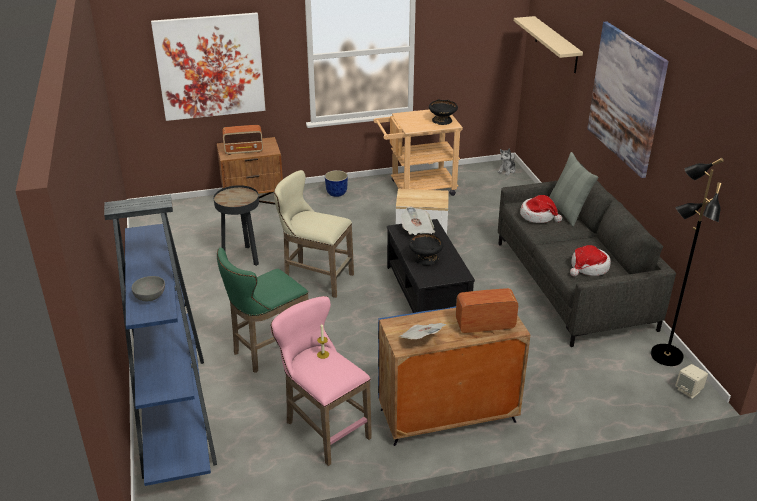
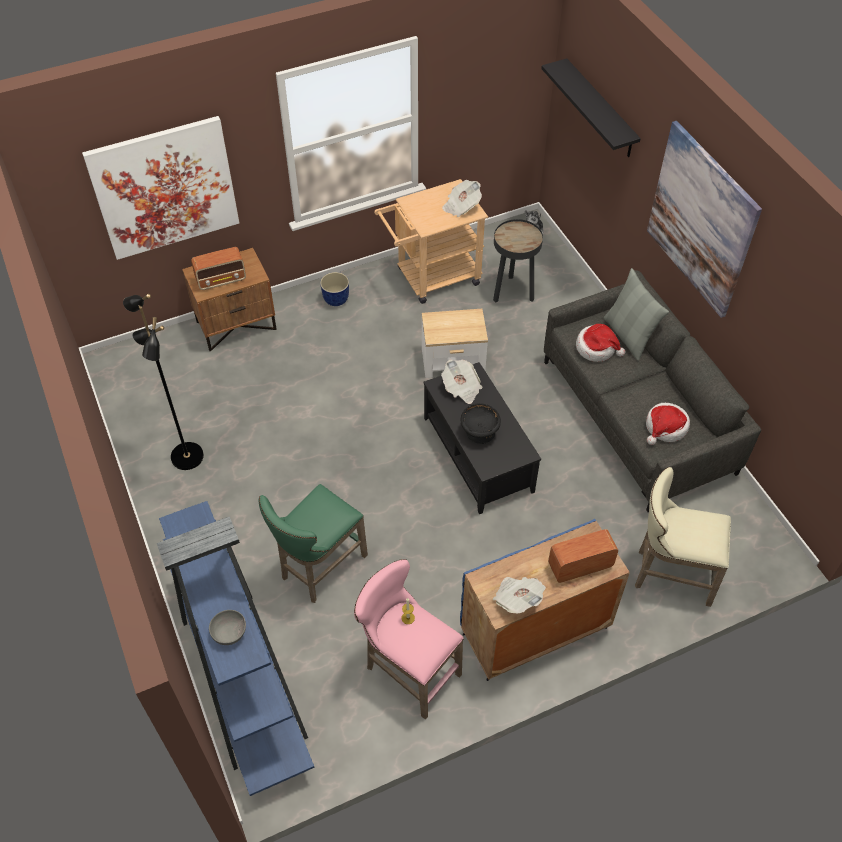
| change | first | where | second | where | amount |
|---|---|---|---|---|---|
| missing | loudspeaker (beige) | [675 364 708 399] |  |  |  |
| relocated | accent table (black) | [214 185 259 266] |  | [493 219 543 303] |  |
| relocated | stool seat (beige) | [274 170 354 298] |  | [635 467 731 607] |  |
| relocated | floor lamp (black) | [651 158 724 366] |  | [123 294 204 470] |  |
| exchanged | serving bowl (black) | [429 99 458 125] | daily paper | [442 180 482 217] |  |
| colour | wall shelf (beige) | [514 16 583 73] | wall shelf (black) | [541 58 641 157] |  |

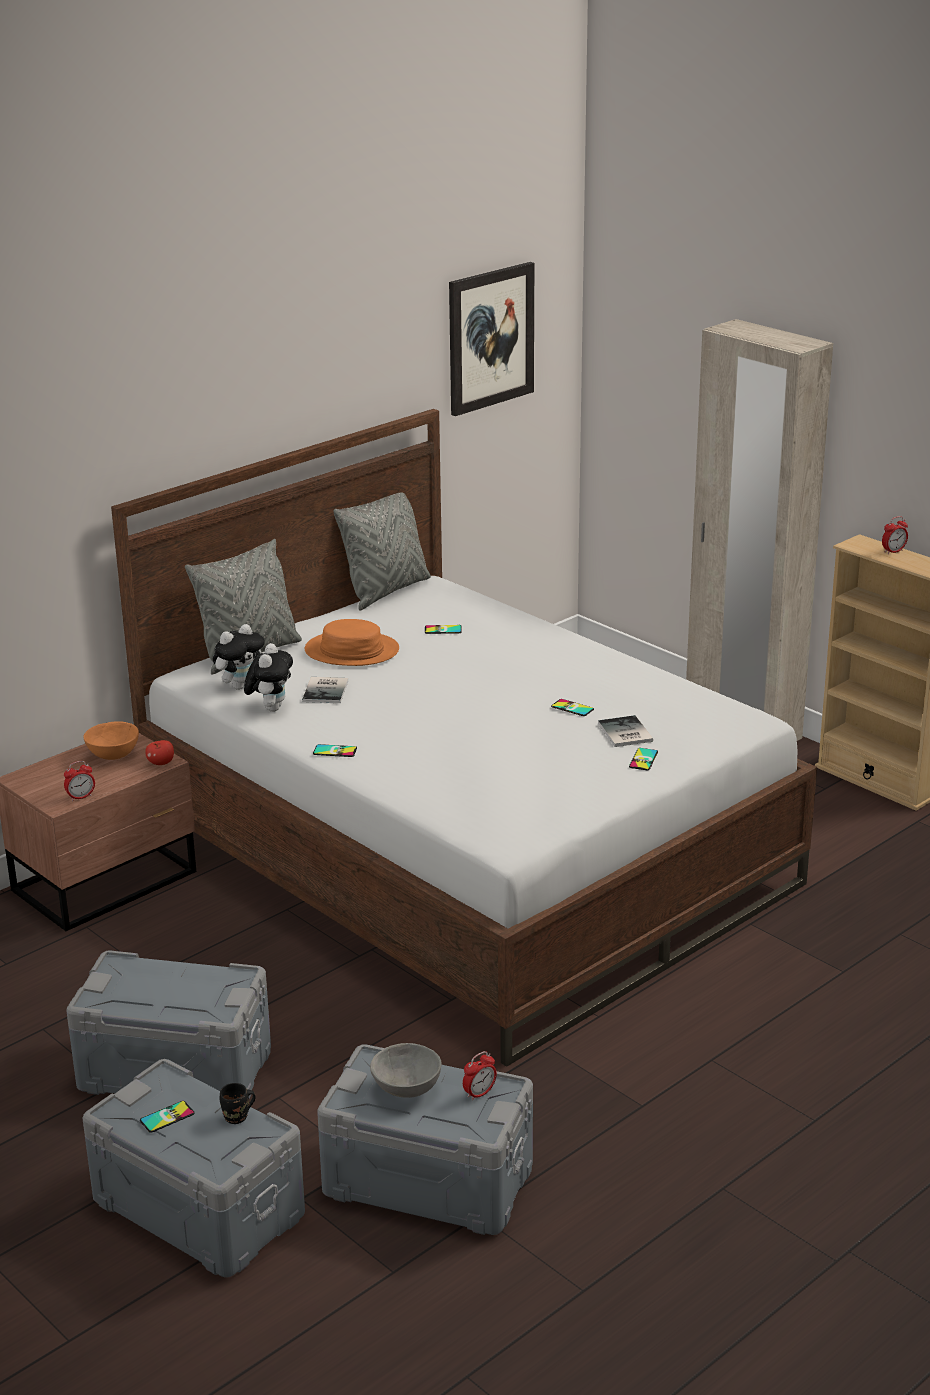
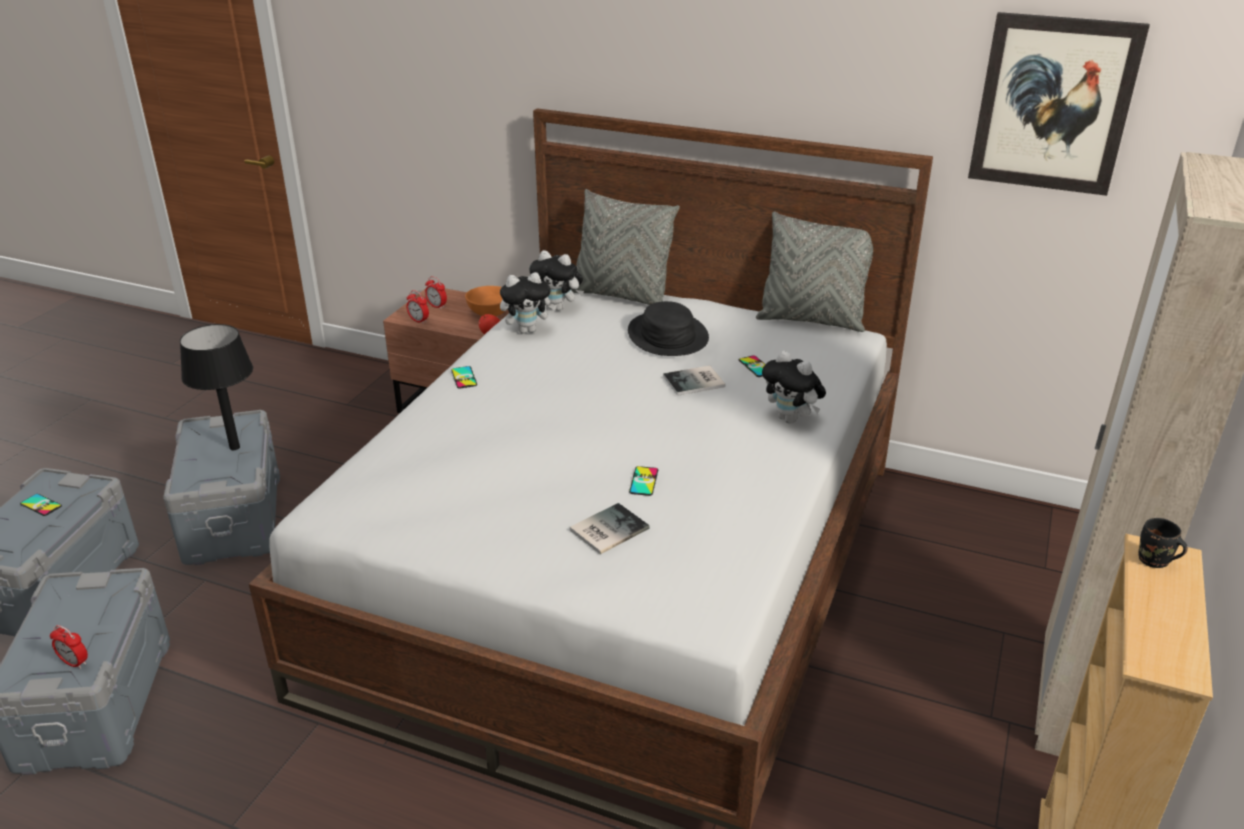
| change | first | where | second | where | amount |
|---|---|---|---|---|---|
| missing | serving bowl (gray) | [370 1043 442 1098] |  |  |  |
| missing | phone | [629 748 658 770] |  |  |  |
| appeared |  |  | table lamp (black) | [180 324 253 450] |  |
| appeared |  |  | plush toy | [762 351 826 424] |  |
| relocated | tea mug (black) | [220 1083 256 1124] |  | [1138 518 1188 568] |  |
| relocated | book | [302 677 348 703] |  | [663 366 725 396] |  |
| relocated | table clock | [882 516 908 554] |  | [425 276 447 309] |  |
| colour | hat (orange-coloured) | [305 619 399 666] | hat (black) | [628 301 709 356] |  |

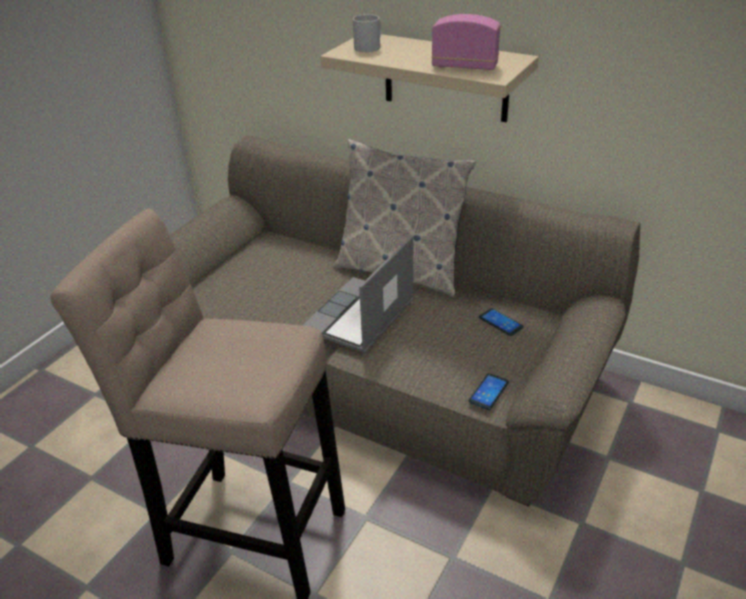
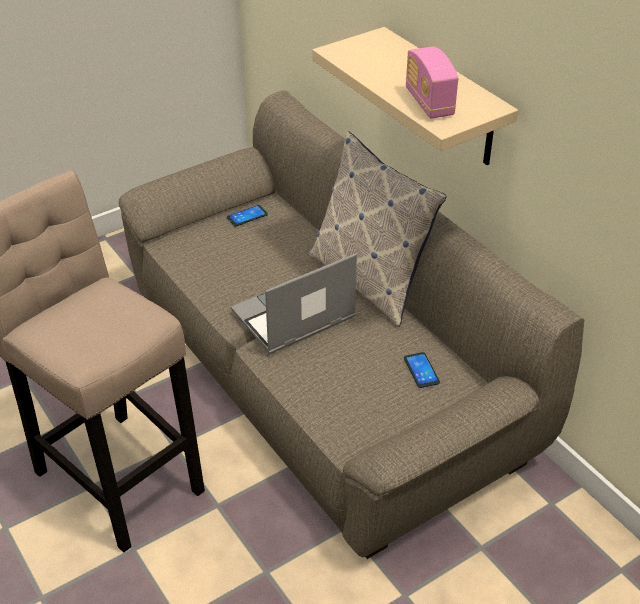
| change | first | where | second | where | amount |
|---|---|---|---|---|---|
| missing | tea mug (white-coloured) | [353 14 382 52] |  |  |  |
| relocated | phone | [469 373 509 410] |  | [227 205 268 227] |  |
| spun | radio set | [432 14 501 70] |  | [406 47 458 119] | 150 degrees counterclockwise |

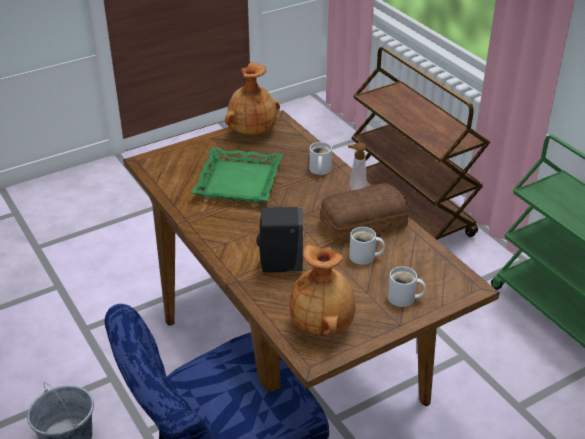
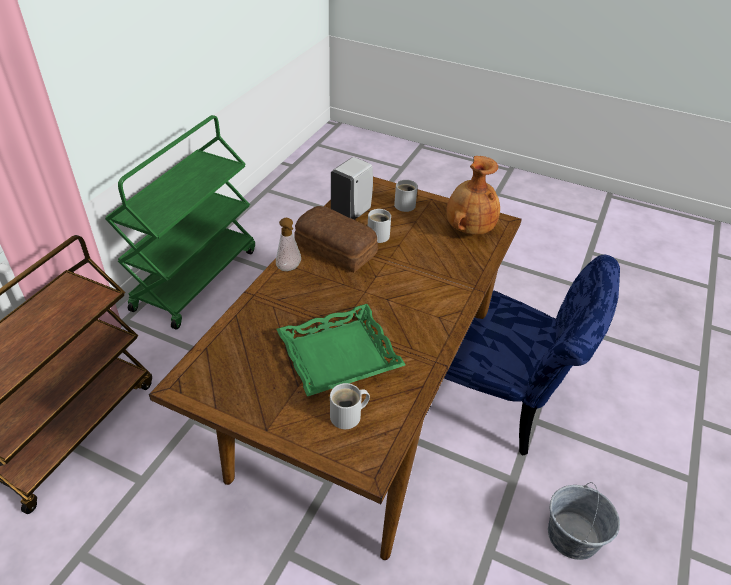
| change | first | where | second | where | amount |
|---|---|---|---|---|---|
| missing | decorative vase (brownish) | [225 62 280 135] |  |  |  |
| missing | soap dispenser (black) | [256 207 303 272] |  |  |  |
| appeared |  |  | soap dispenser (white-coloured) | [331 157 373 220] |  |
| relocated | tea mug (white-coloured) | [309 142 332 175] |  | [330 383 370 429] |  |

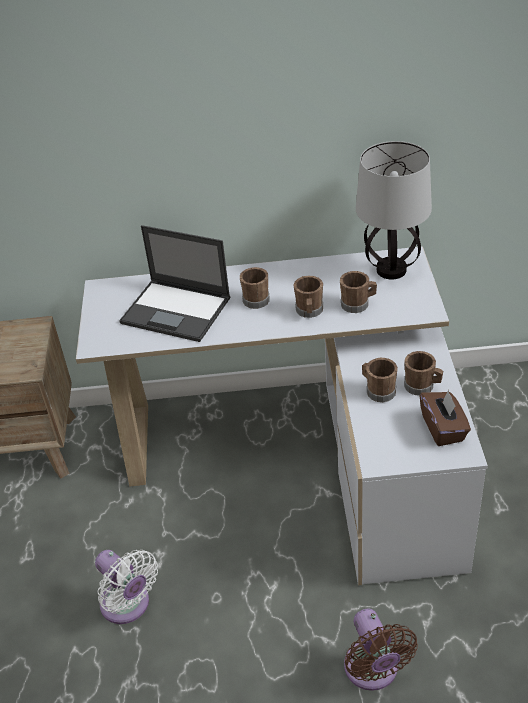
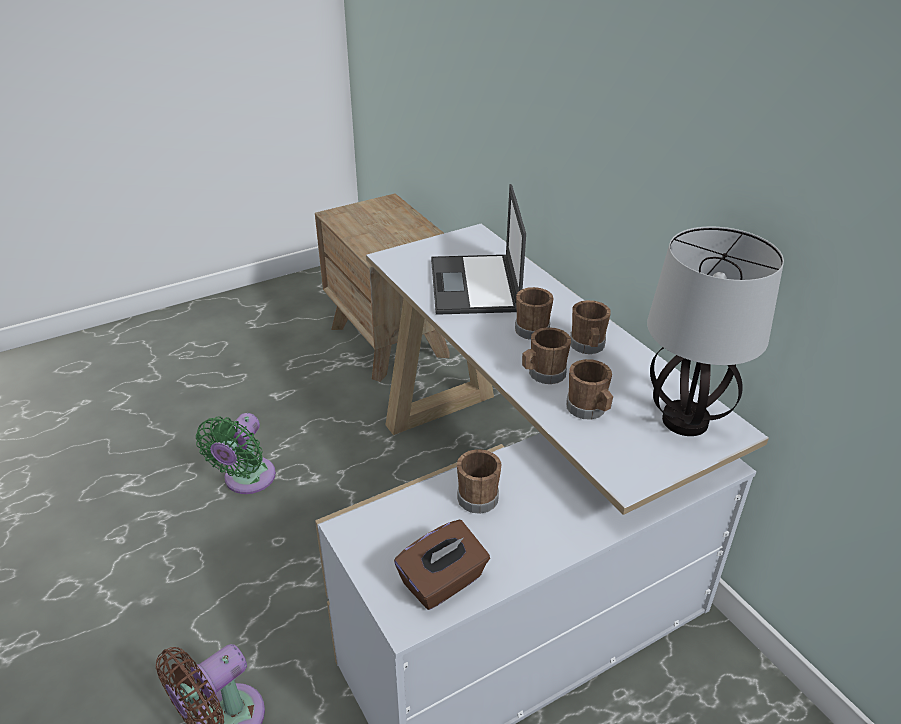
| change | first | where | second | where | amount |
|---|---|---|---|---|---|
| relocated | tea mug (brownish) | [404 351 443 395] |  | [570 300 611 354] |  |
| colour | fan (white-coloured) | [95 550 158 624] | fan (greenish) | [196 413 276 494] |  |

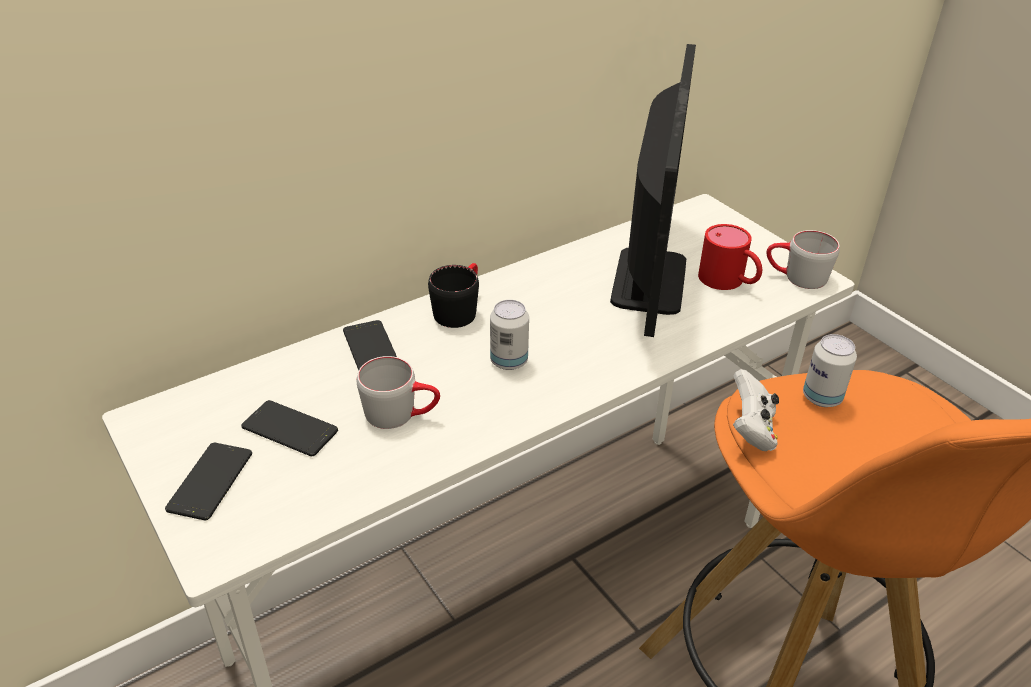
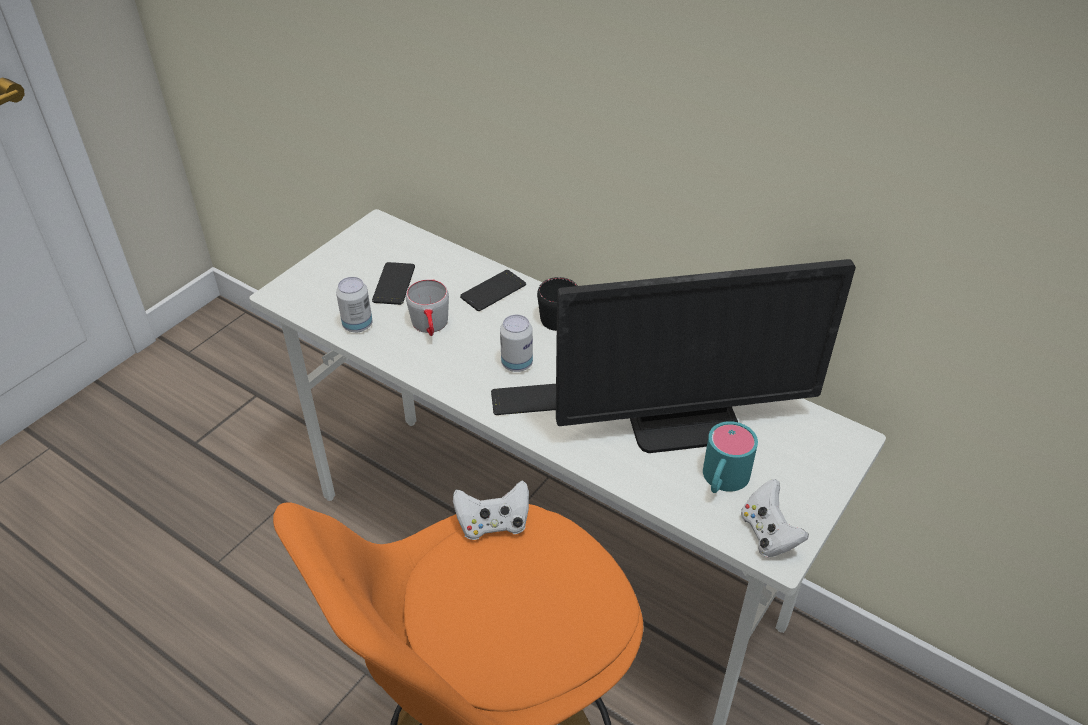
| change | first | where | second | where | amount |
|---|---|---|---|---|---|
| relocated | phone | [165 443 252 520] |  | [491 384 556 415] |  |
| relocated | sealed can | [803 334 857 407] |  | [336 277 373 332] |  |
| exchanged | tea mug (gray) | [766 230 840 289] | gamepad (white-coloured) | [741 479 809 557] |  |
| colour | tea mug (red) | [698 224 762 290] | tea mug (turquoise-coloured) | [703 421 758 493] |  |

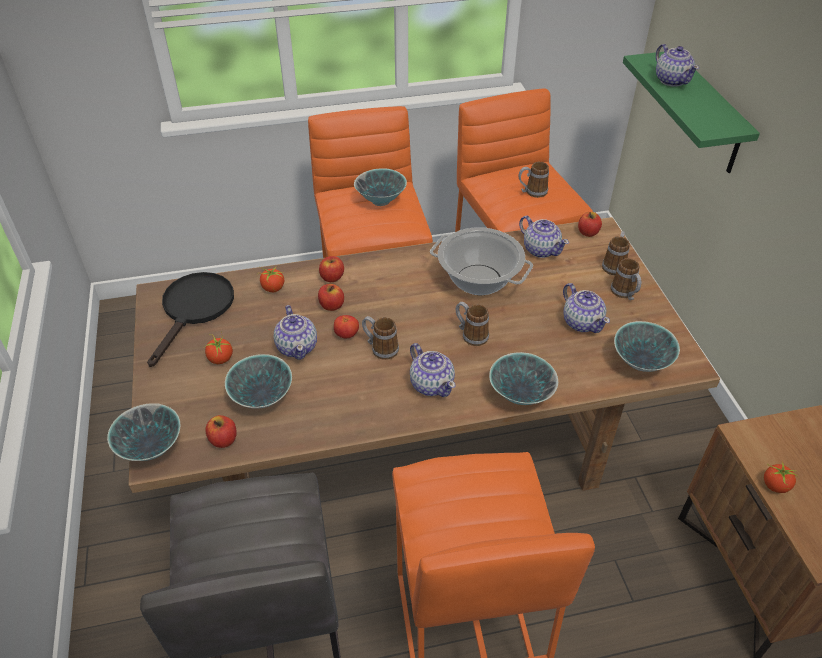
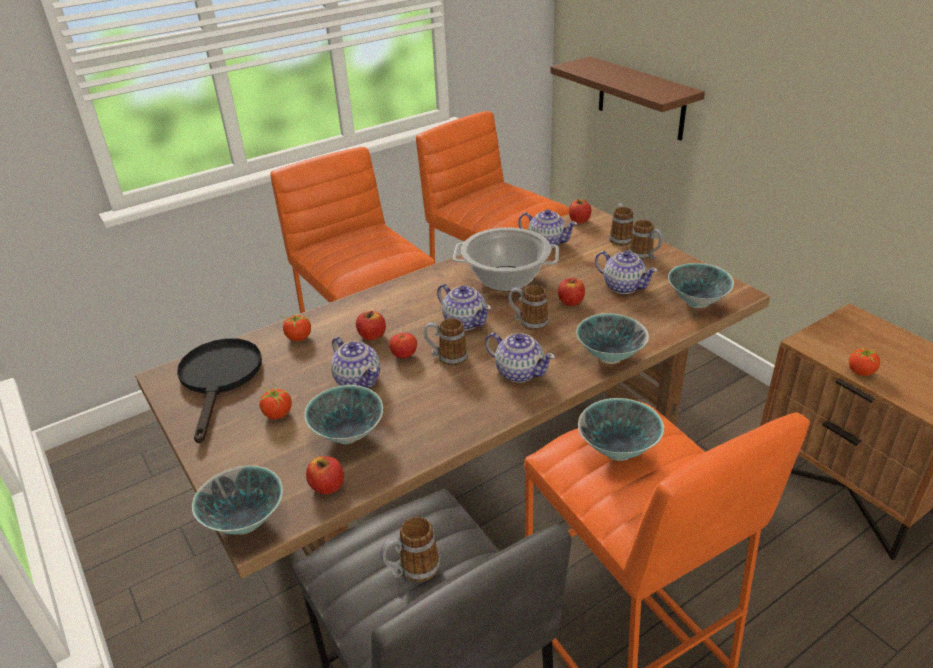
| change | first | where | second | where | amount |
|---|---|---|---|---|---|
| relocated | apple fruit | [319 256 344 282] |  | [558 278 585 306] |  |
| relocated | serving bowl | [354 168 407 206] |  | [578 398 664 461] |  |
| relocated | tea mug | [519 162 549 198] |  | [380 516 440 582] |  |
| relocated | tea pot | [656 44 699 87] |  | [437 284 491 331] |  |
| colour | wall shelf (greenish) | [623 52 760 173] | wall shelf (brownish) | [550 56 705 141] |  |

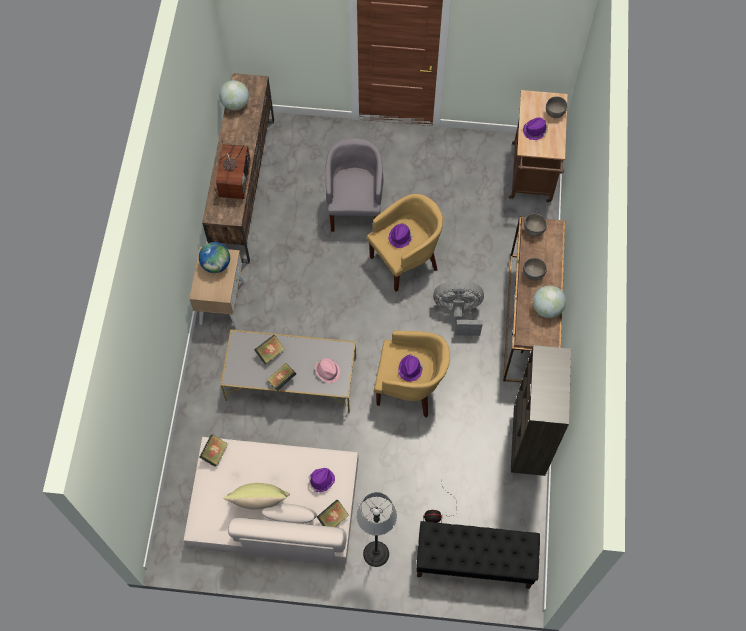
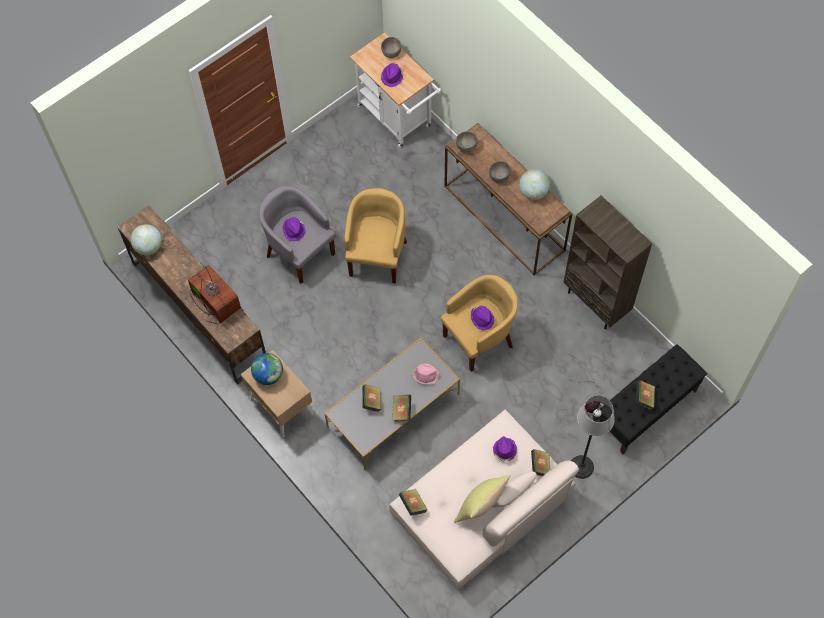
| change | first | where | second | where | amount |
|---|---|---|---|---|---|
| missing | fan (gray) | [433 281 484 336] |  |  |  |
| appeared |  |  | book | [636 380 655 410] |  |
| relocated | hat (purple-coloured) | [388 223 413 248] |  | [283 217 306 241] |  |
| colour | cart (brownish) | [509 90 567 203] | cart (white-coloured) | [350 32 441 148] |  |

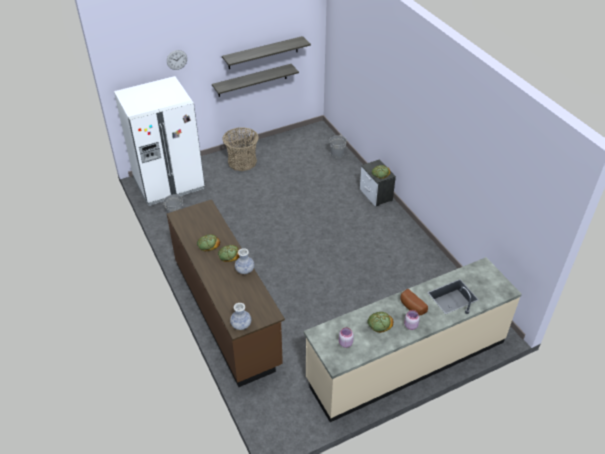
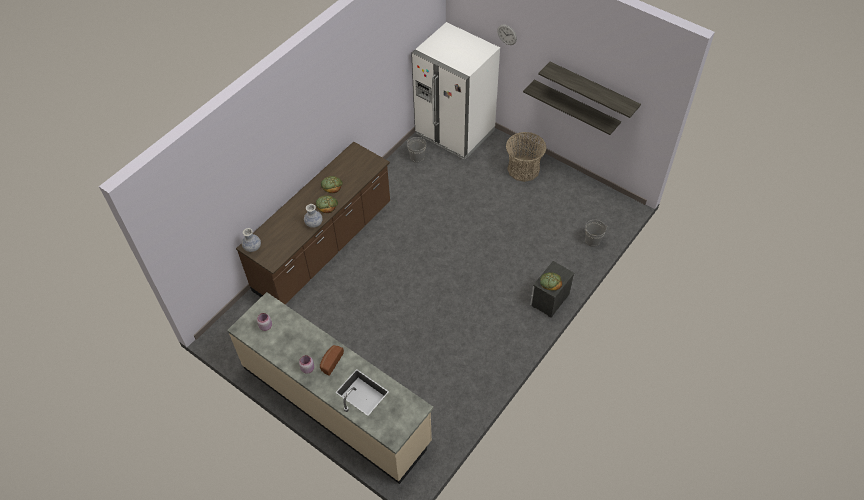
| change | first | where | second | where | amount |
|---|---|---|---|---|---|
| missing | baked bread | [367 312 393 333] |  |  |  |

